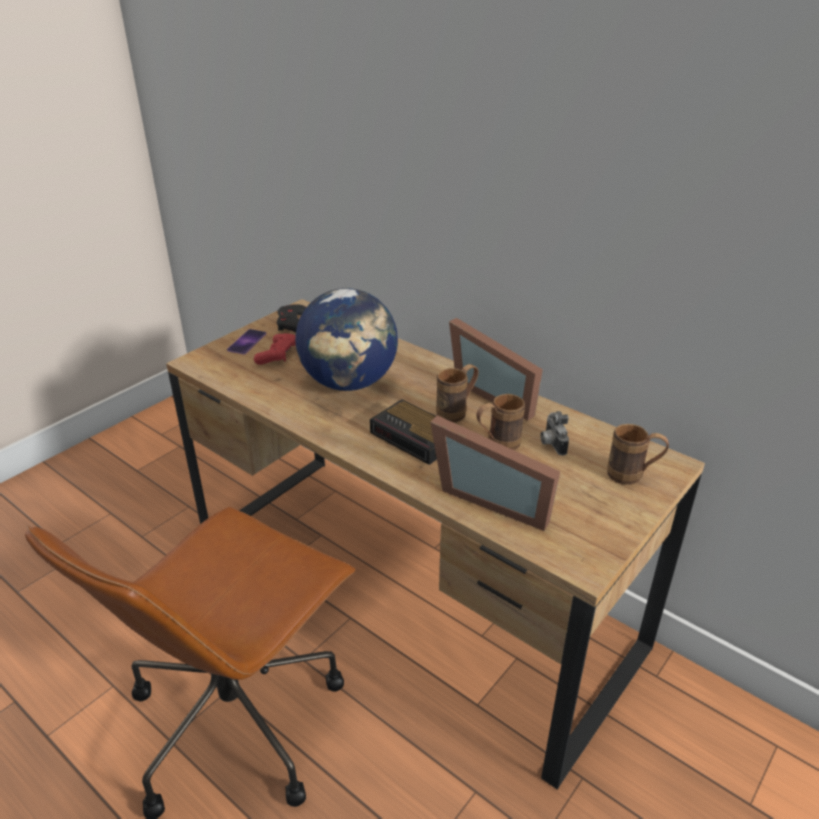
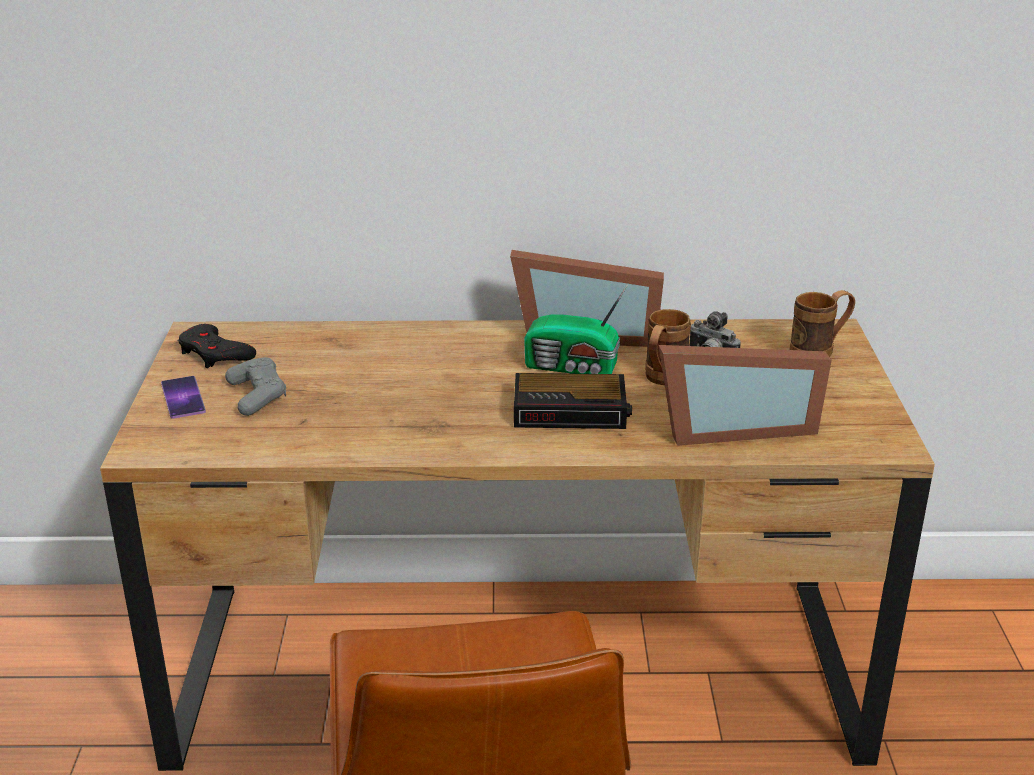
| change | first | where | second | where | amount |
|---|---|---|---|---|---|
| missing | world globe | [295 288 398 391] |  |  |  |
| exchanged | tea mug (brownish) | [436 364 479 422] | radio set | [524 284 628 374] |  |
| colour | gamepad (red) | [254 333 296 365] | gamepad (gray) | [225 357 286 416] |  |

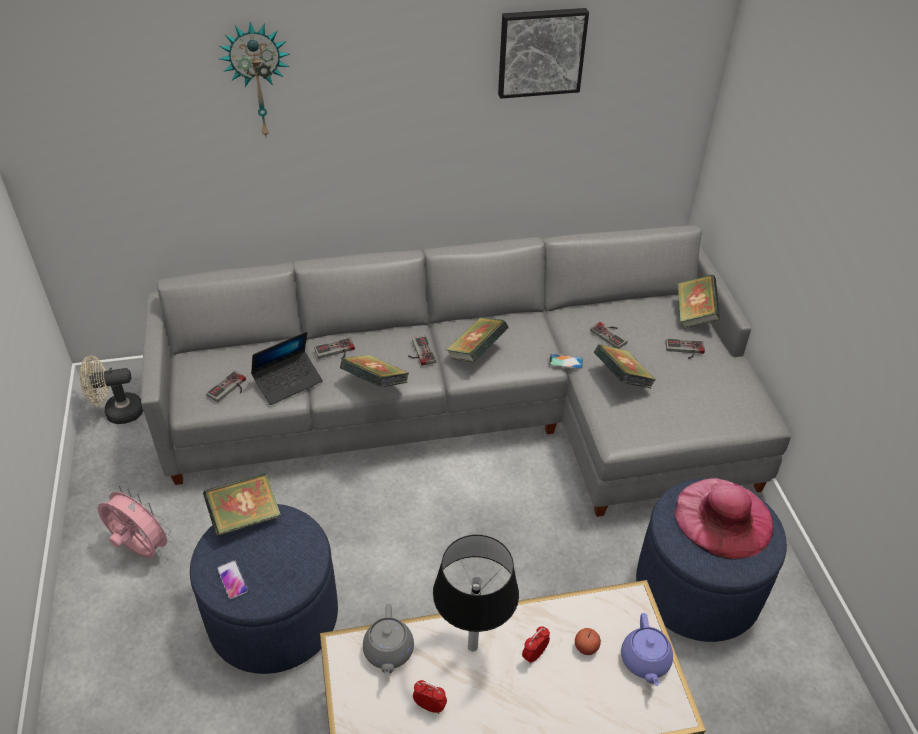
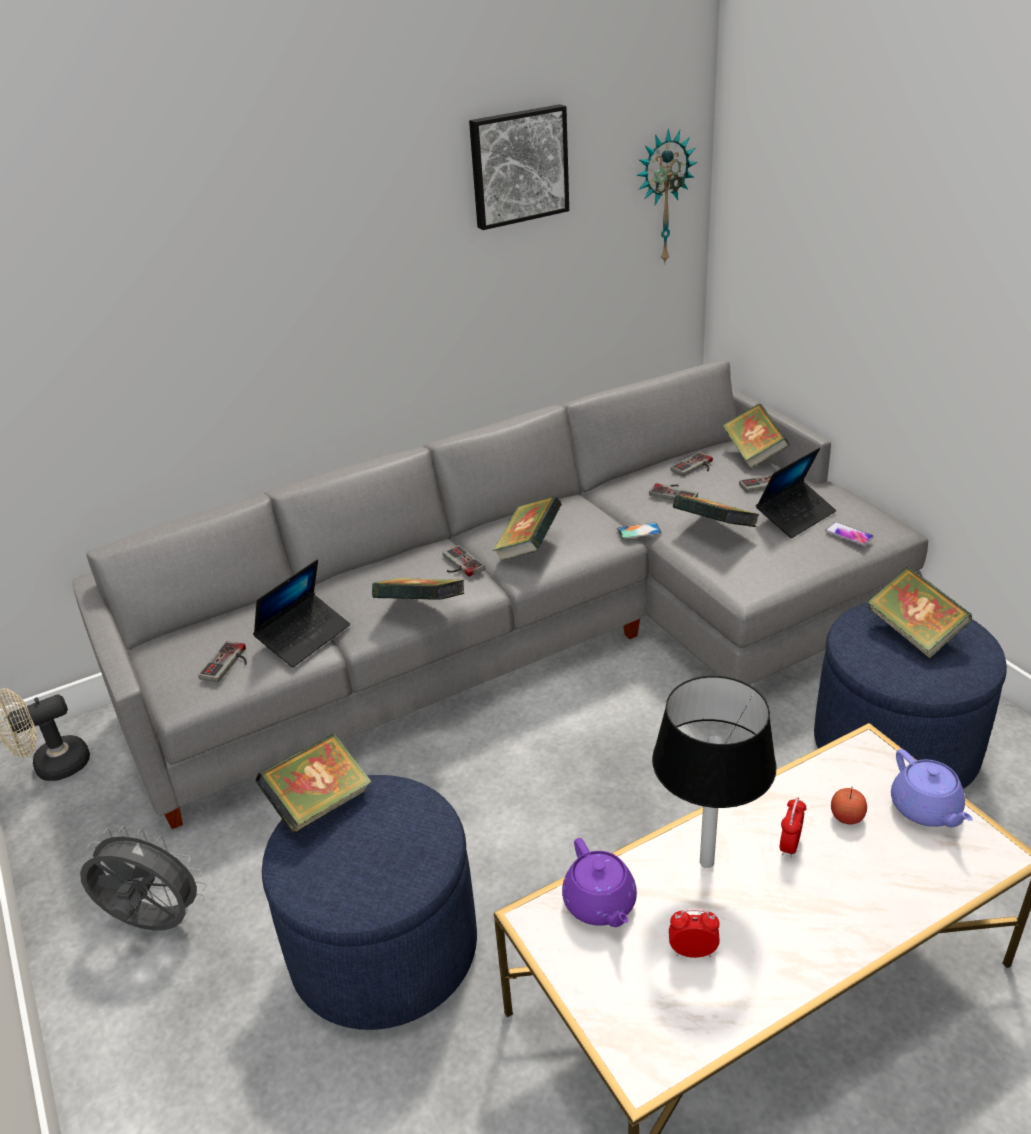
| change | first | where | second | where | amount |
|---|---|---|---|---|---|
| appeared |  |  | laptop | [756 448 836 538] |  |
| relocated | phone | [217 560 248 599] |  | [825 522 874 545] |  |
| relocated | clock on the wall | [219 22 290 139] |  | [636 129 697 265] |  |
| relocated | gamepad | [314 338 355 359] |  | [671 452 713 476] |  |
| exchanged | hat (pink) | [674 478 774 560] | book | [867 567 972 658] |  |
| colour | fan (pink) | [97 485 174 559] | fan (gray) | [80 826 206 930] |  |
| colour | tea pot (gray) | [363 604 414 676] | tea pot (purple-coloured) | [562 838 637 927] |  |

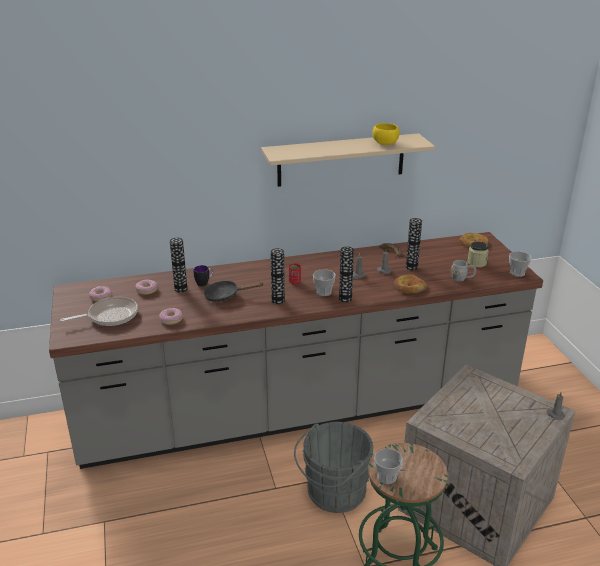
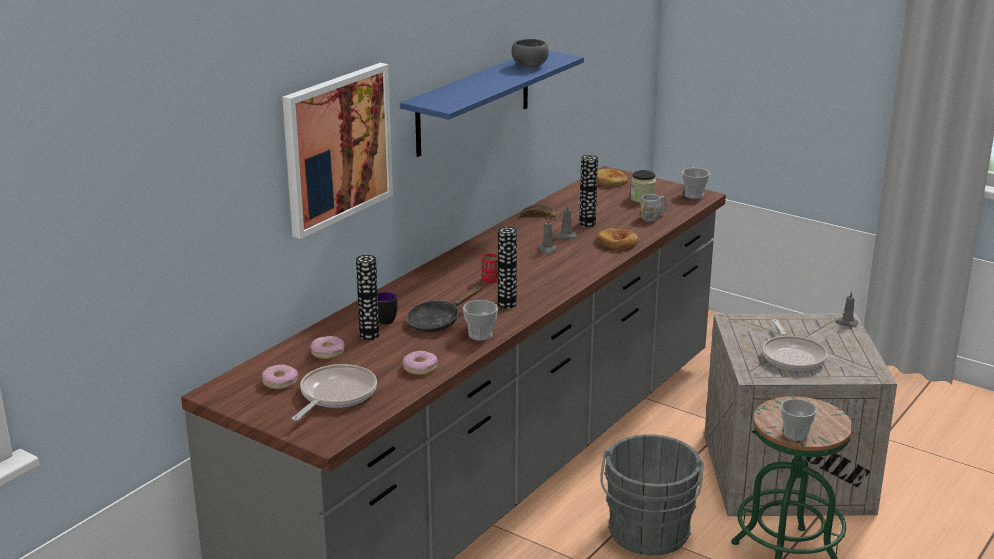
| change | first | where | second | where | amount |
|---|---|---|---|---|---|
| missing | decorative vase | [339 247 354 302] |  |  |  |
| appeared |  |  | wall picture | [282 63 393 239] |  |
| appeared |  |  | pan | [762 319 827 371] |  |
| relocated | small cup | [313 269 336 296] |  | [463 300 498 341] |  |
| colour | wall shelf (beige) | [261 133 435 187] | wall shelf (blue-coloured) | [400 51 584 157] |  |
| colour | serving bowl (yellow) | [372 123 400 145] | serving bowl (gray) | [511 39 549 68] |  |

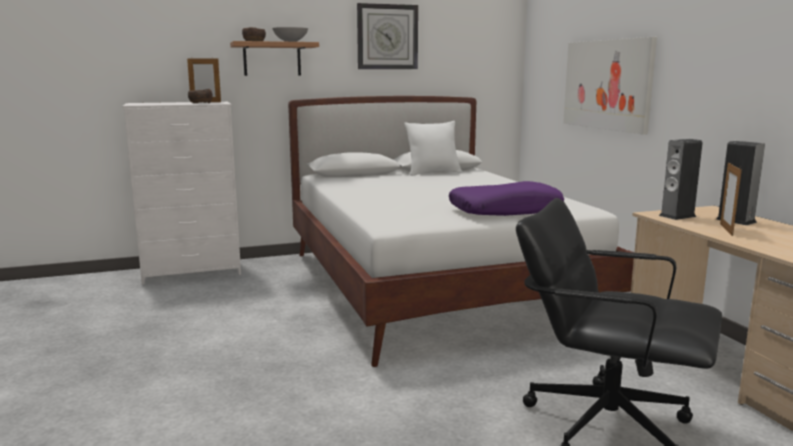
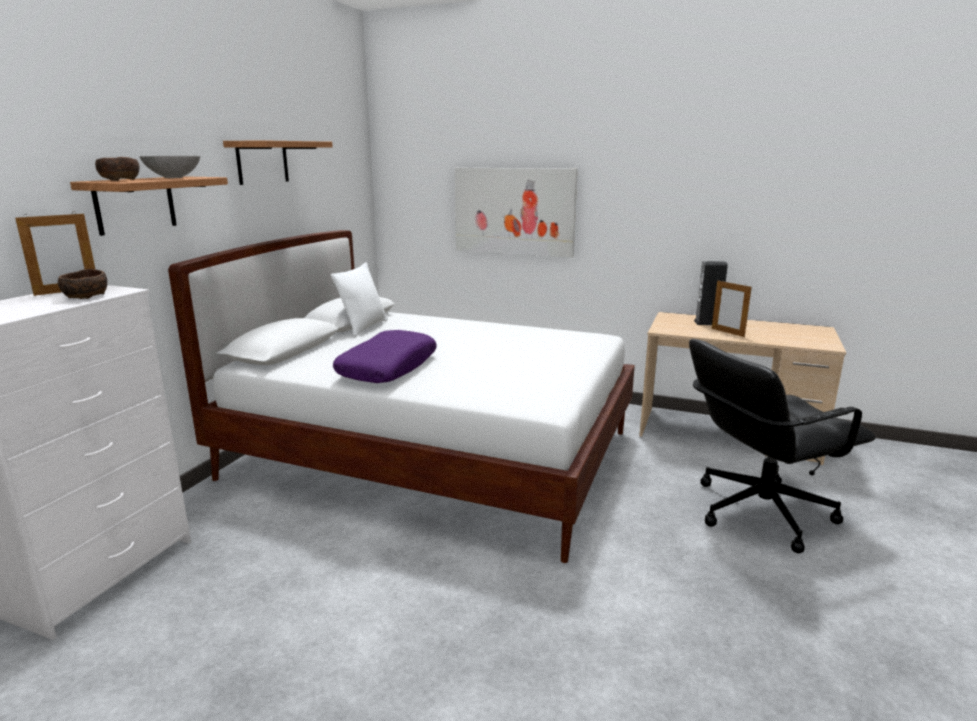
| change | first | where | second | where | amount |
|---|---|---|---|---|---|
| missing | loudspeaker | [659 139 703 220] |  |  |  |
| relocated | pillow (purple-coloured) | [449 181 564 216] |  | [333 330 437 383] |  |
| exchanged | clock on the wall | [357 3 418 69] | wall shelf | [223 141 333 185] |  |

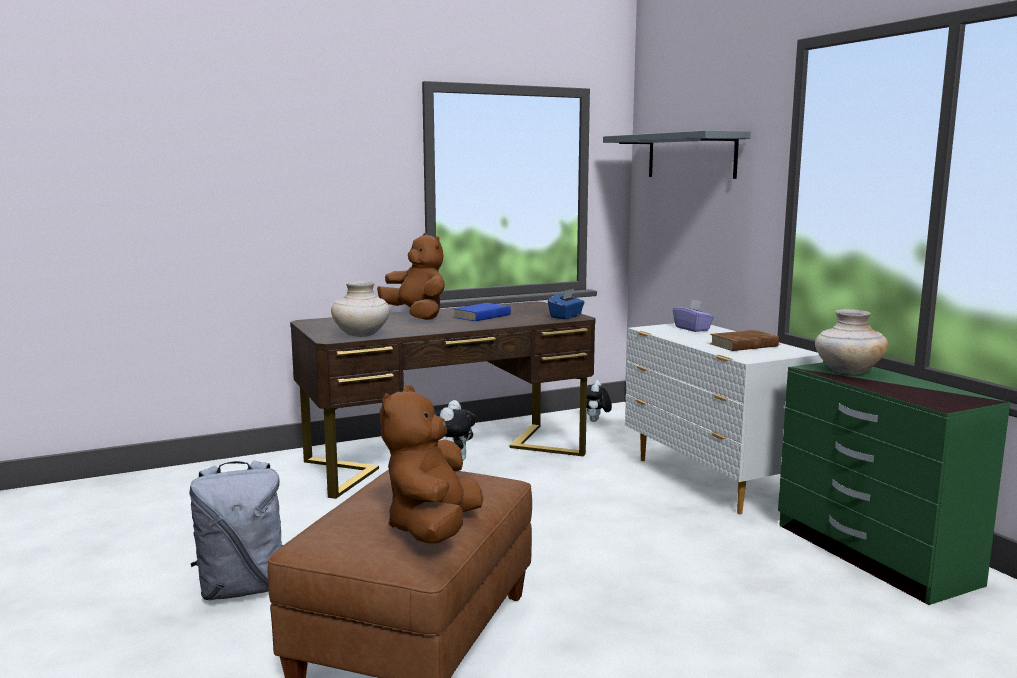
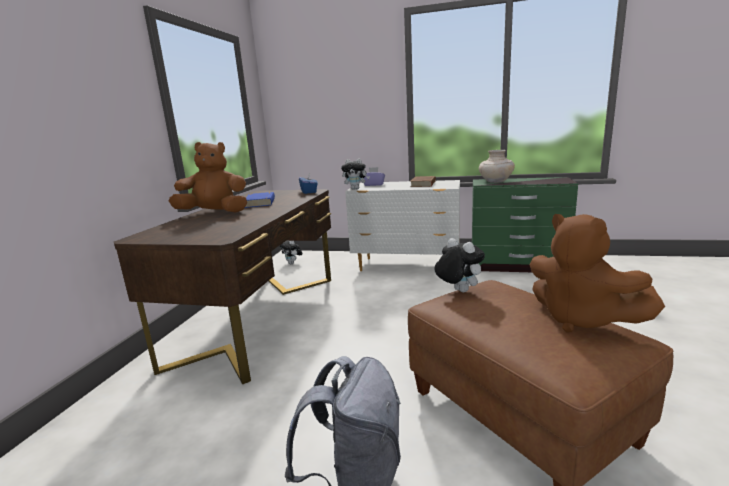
| change | first | where | second | where | amount |
|---|---|---|---|---|---|
| missing | decorative vase (beige) | [331 281 390 337] |  |  |  |
| missing | wall shelf (gray) | [603 130 751 179] |  |  |  |
| appeared |  |  | plush toy | [341 159 370 190] |  |

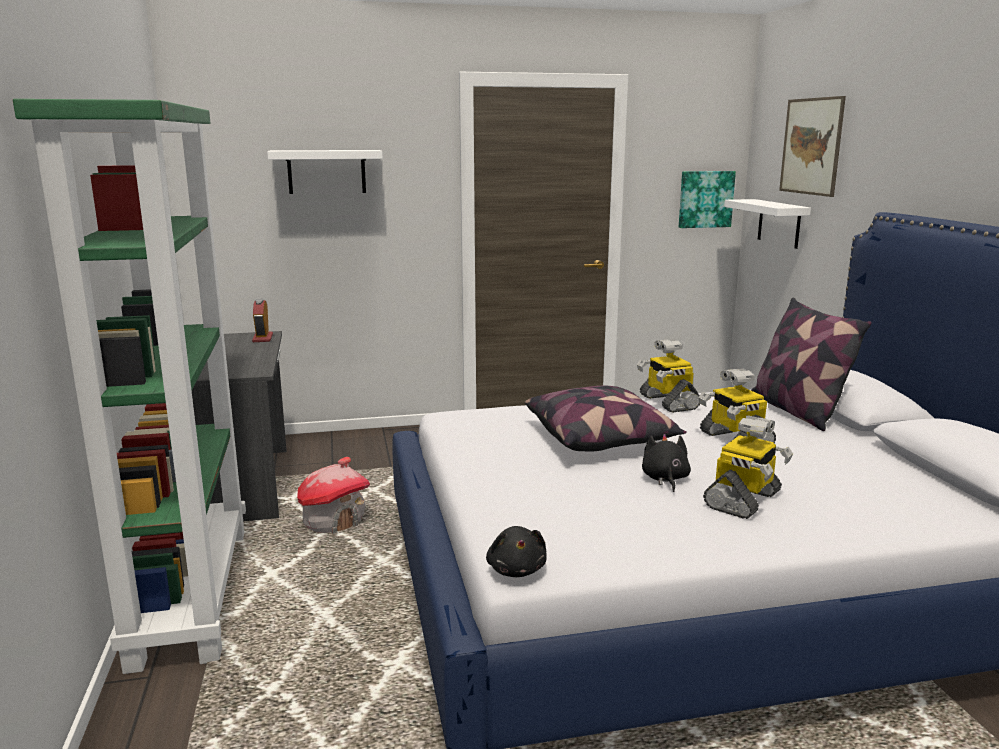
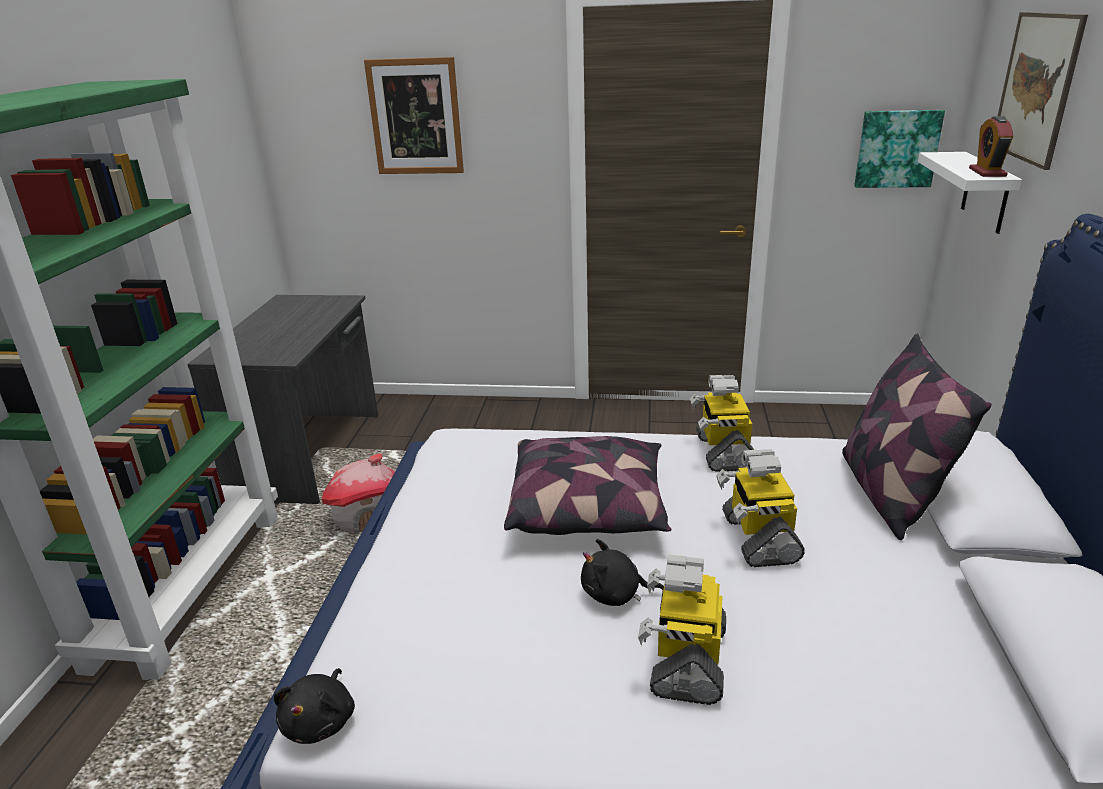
| change | first | where | second | where | amount |
|---|---|---|---|---|---|
| relocated | table clock | [252 299 273 342] |  | [969 116 1013 177] |  |
| exchanged | wall shelf (white-coloured) | [267 150 383 194] | wall picture | [364 57 464 174] |  |
| spun | plush toy (black) | [642 434 691 492] |  | [581 539 663 606] | 105 degrees counterclockwise |
| spun | robot figure | [703 415 793 519] |  | [638 555 726 705] | 135 degrees clockwise |

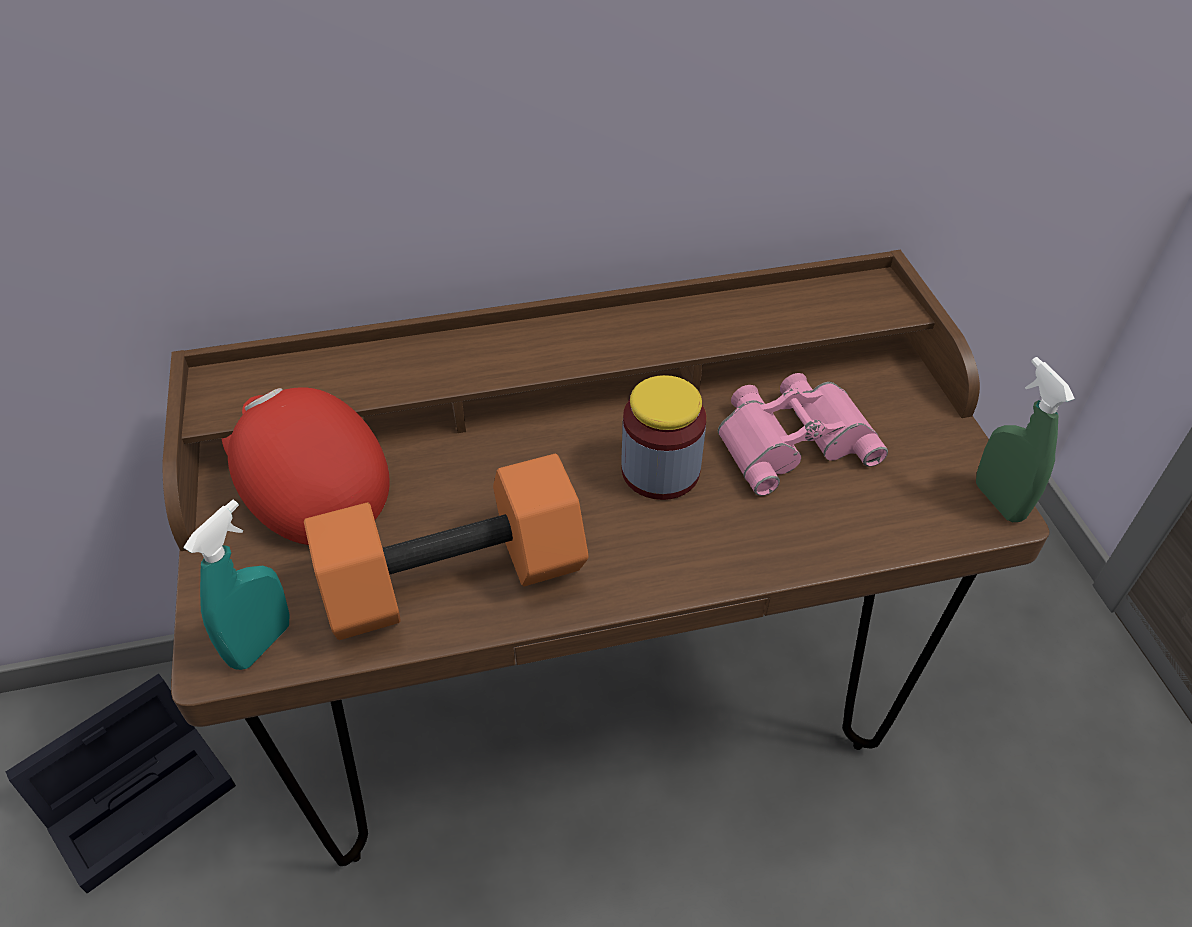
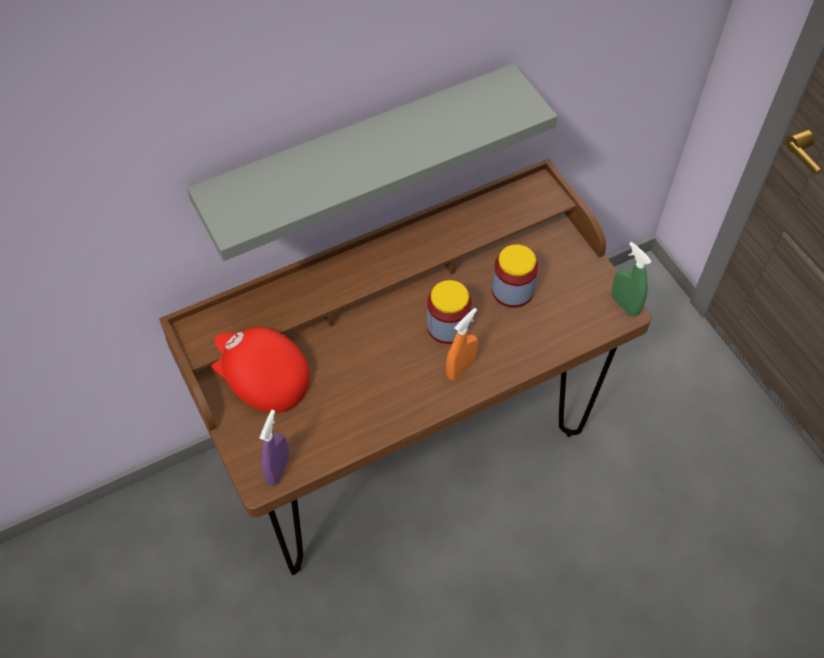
| change | first | where | second | where | amount |
|---|---|---|---|---|---|
| missing | storage box (black) | [6 674 236 893] |  |  |  |
| missing | free weight (orange-coloured) | [304 453 589 640] |  |  |  |
| appeared |  |  | wall shelf (gray) | [187 63 557 261] |  |
| appeared |  |  | hand sprayer (orange-coloured) | [446 308 478 381] |  |
| exchanged | field glasses (pink) | [718 373 888 496] | jar | [492 244 538 308] |  |
| colour | hand sprayer (turquoise-coloured) | [183 500 289 670] | hand sprayer (purple-coloured) | [259 410 289 486] |  |

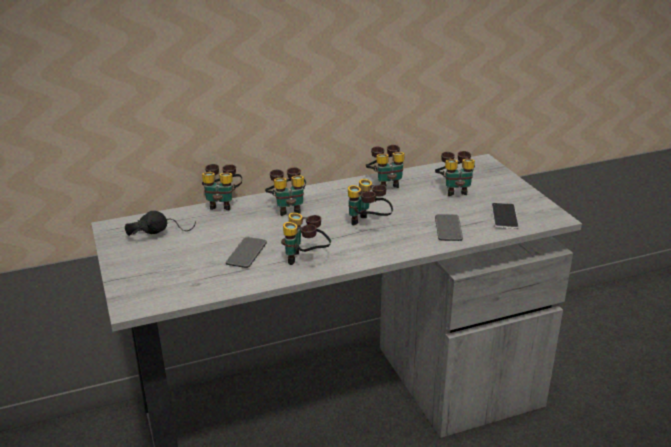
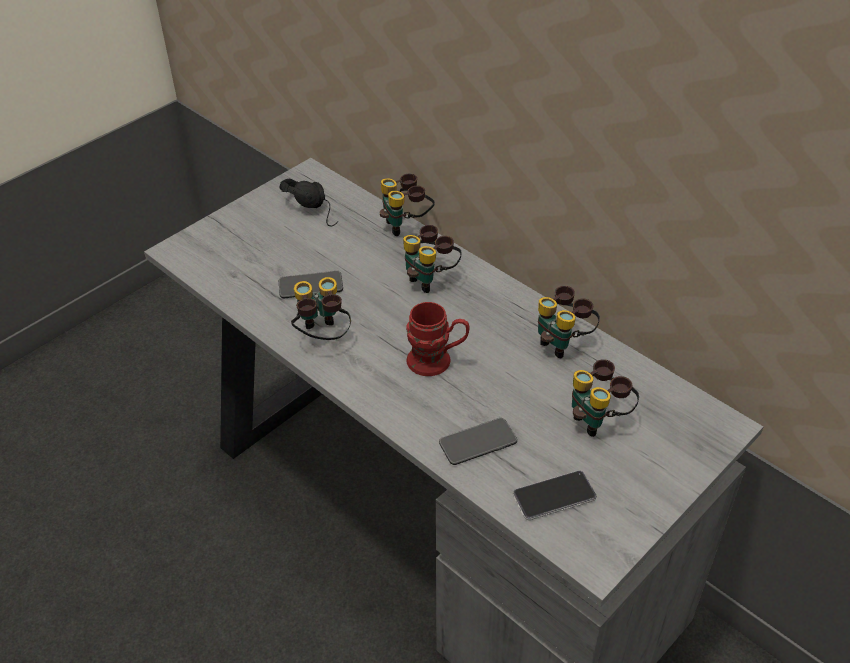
| change | first | where | second | where | amount |
|---|---|---|---|---|---|
| exchanged | field glasses | [348 179 393 225] | tea mug (red) | [406 302 469 376] |  |

